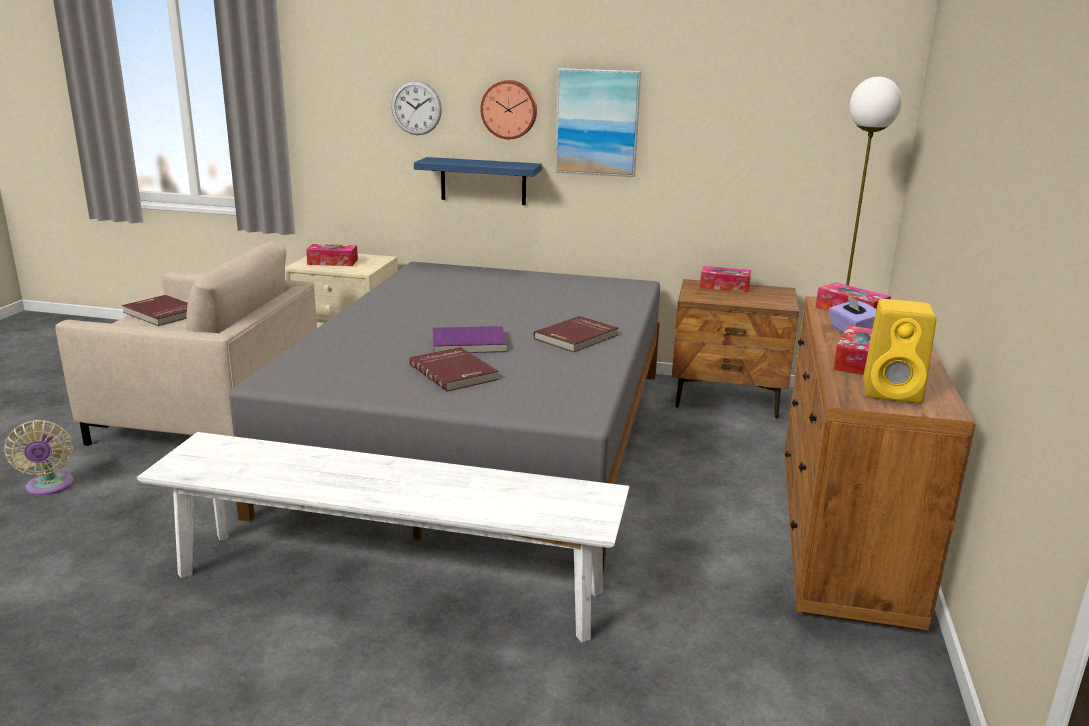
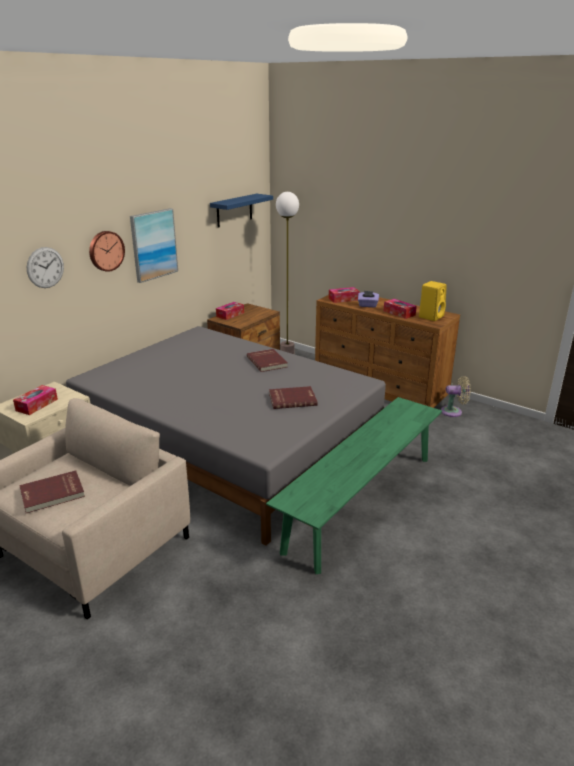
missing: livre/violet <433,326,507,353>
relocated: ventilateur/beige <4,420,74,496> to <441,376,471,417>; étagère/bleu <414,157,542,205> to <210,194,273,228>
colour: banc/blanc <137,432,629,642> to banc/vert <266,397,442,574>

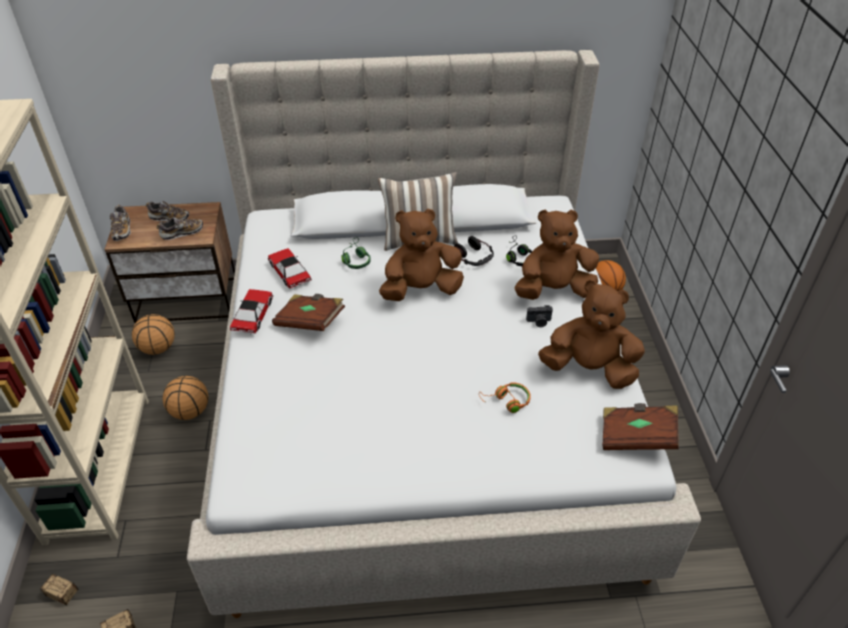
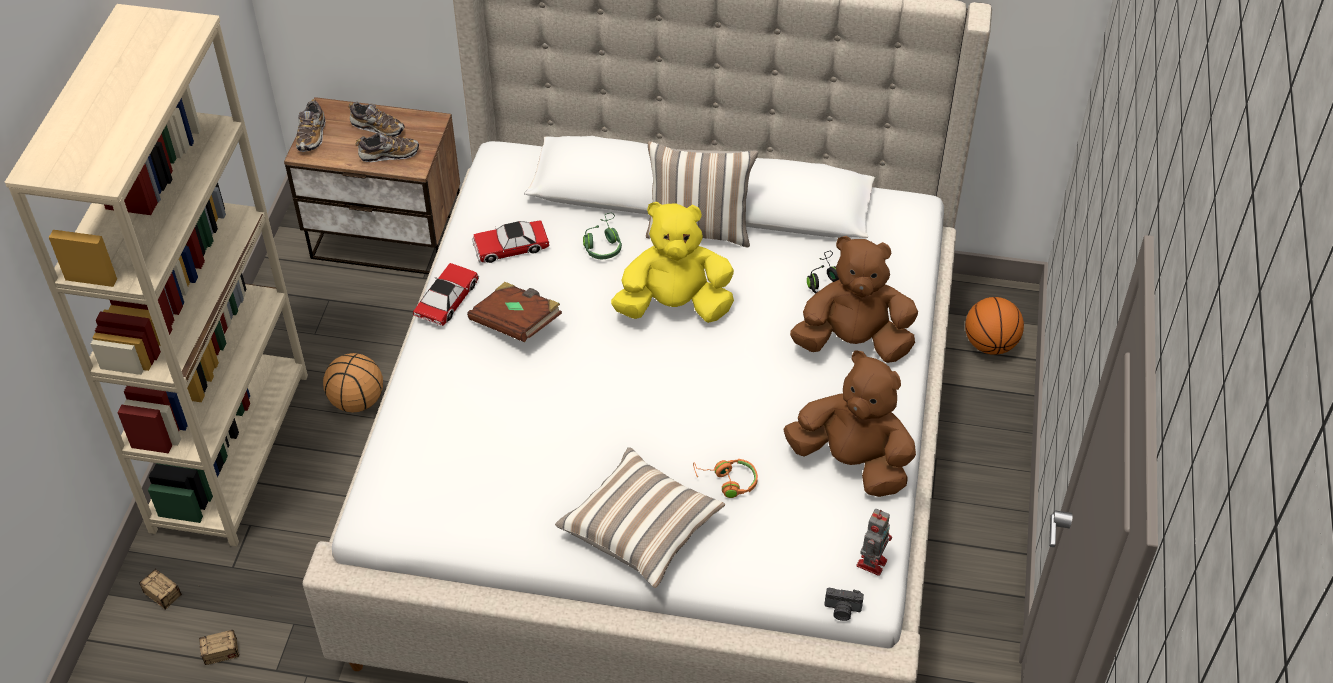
missing: ballon de basket <132,314,175,355>; casque audio <454,236,494,266>
appeared: coussin <555,447,725,588>
relocated: appareil photo <526,305,553,327> to <824,588,864,621>
exchanged: livre/marron <602,403,679,450> to robot jouet <857,509,892,576>
colour: peluche/marron <379,209,464,301> to peluche/jaune <611,202,734,323>
spun: petite voiture <268,248,312,289> = <472,220,550,263> 90 degrees counterclockwise

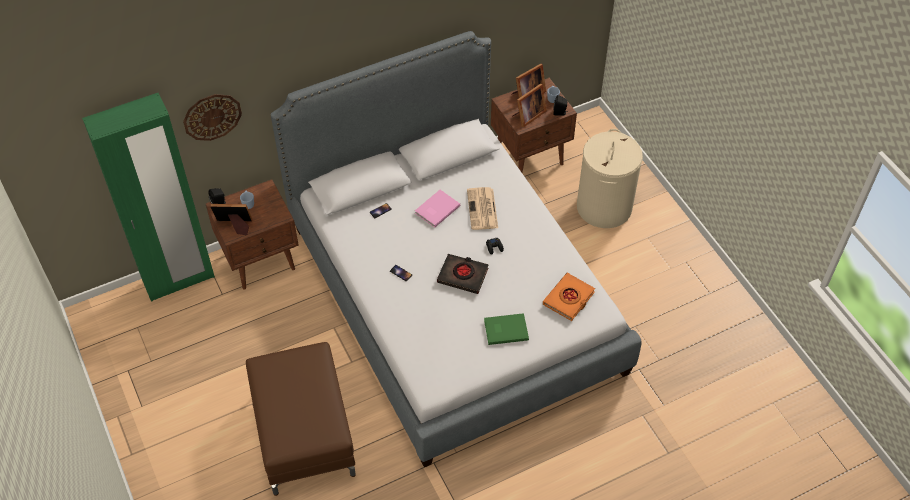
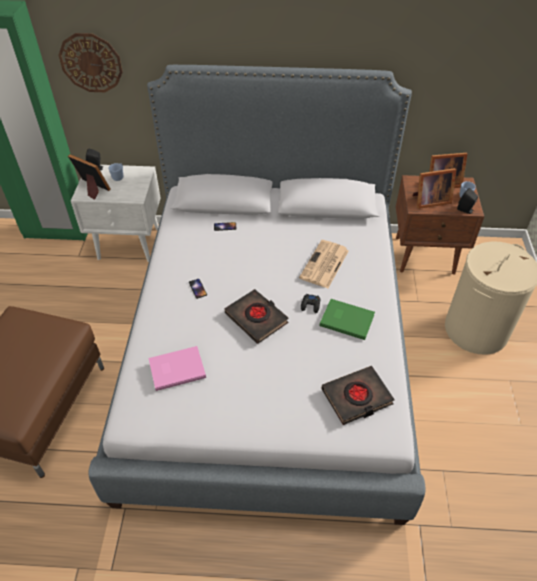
relocated: livre/rose <415,190,460,228> to <148,346,206,391>; livre/vert <484,313,529,345> to <320,299,375,340>
colour: table de chevet/marron <206,179,299,290> to table de chevet/blanc <71,165,161,262>; livre/orange <543,273,595,321> to livre/noir <321,366,395,425>

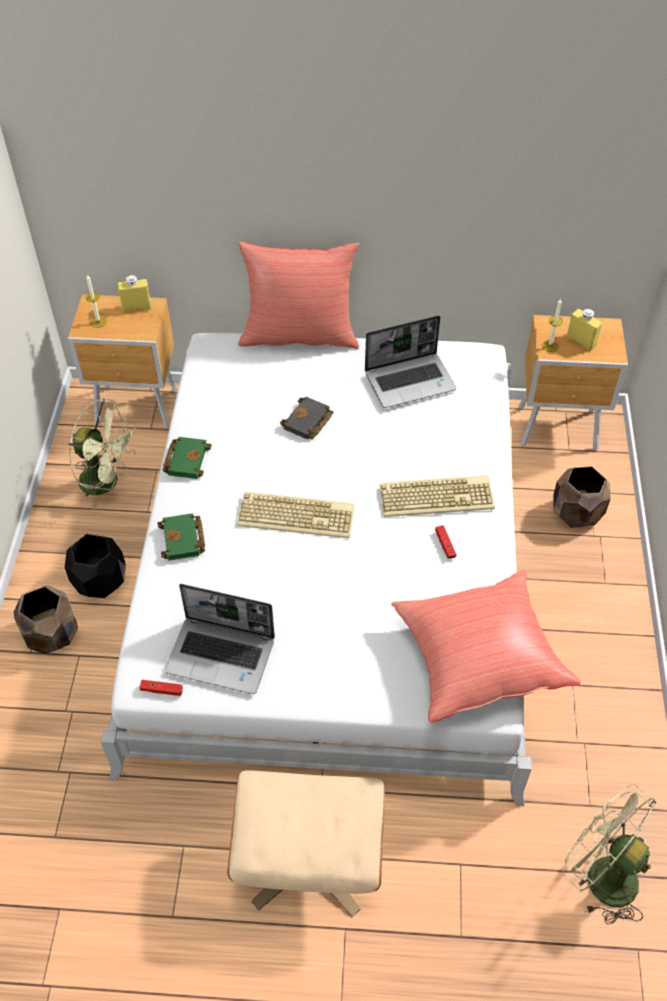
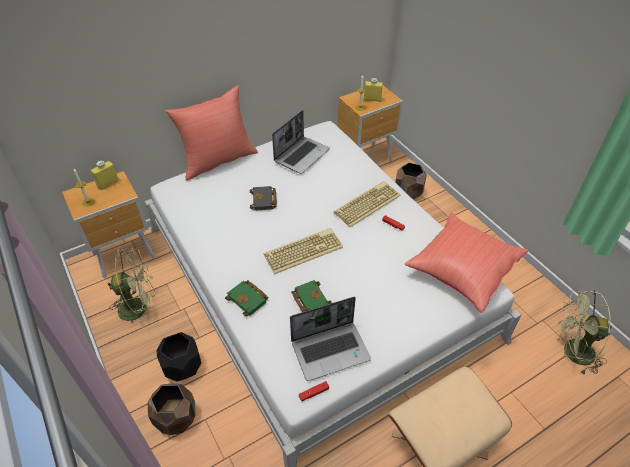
relocated: livre/vert <163,437,212,479> to <291,280,332,312>

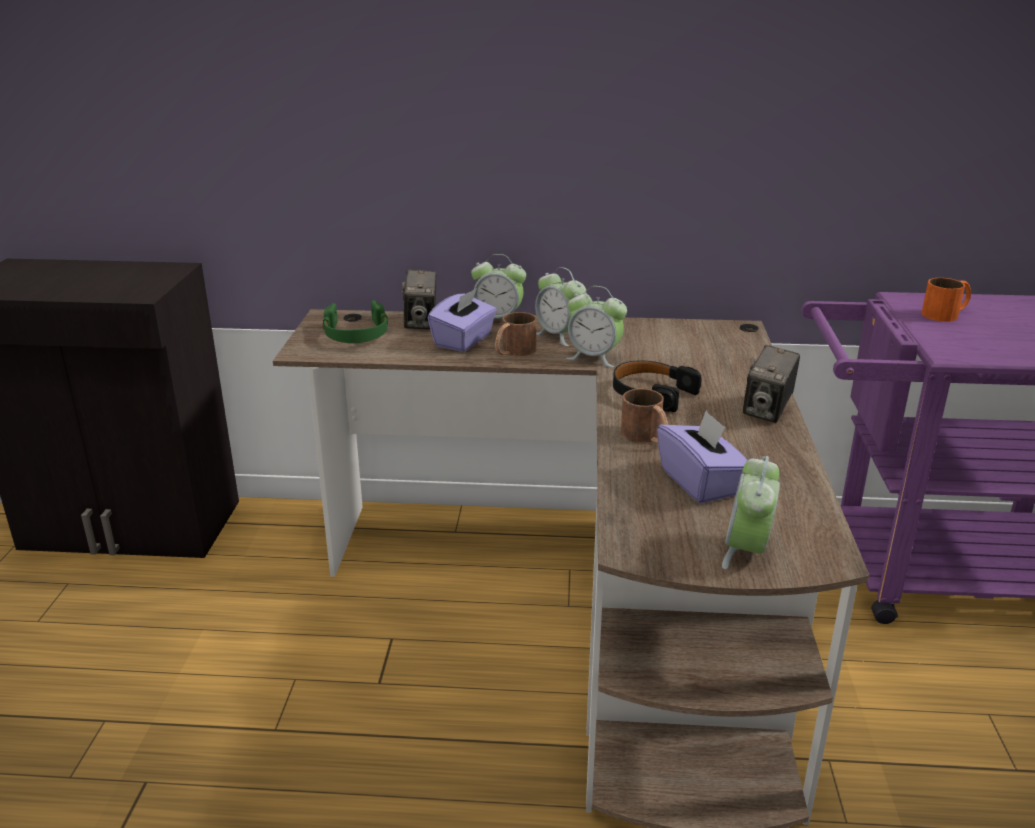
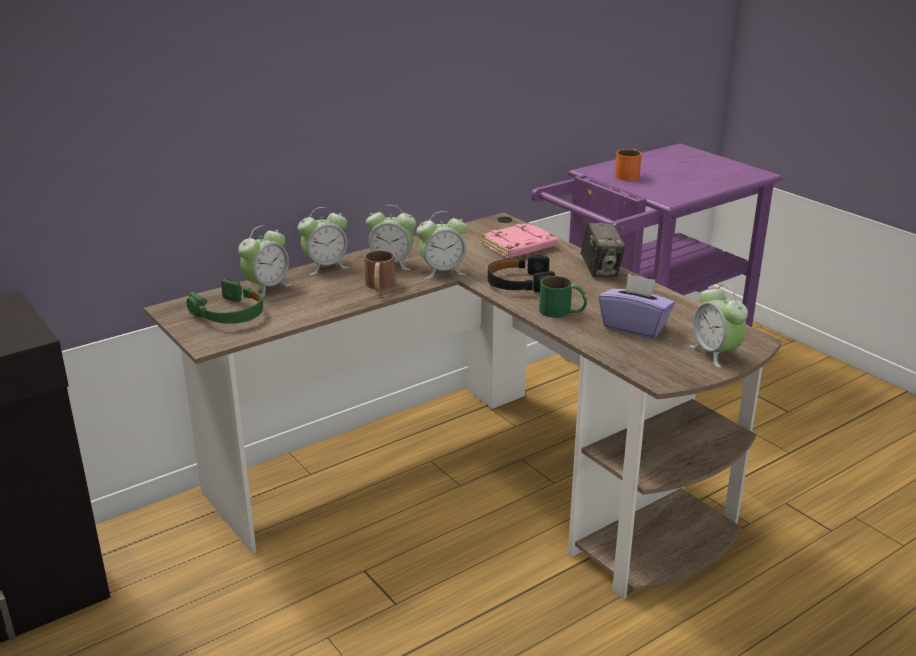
missing: boîte à mouchoirs/violet <428,288,497,352>
appeared: livre/rose <481,223,557,258>
exchanged: appareil photo <402,270,436,330> to réveil <238,226,292,297>
colour: mug/marron <621,389,668,443> to mug/vert <539,276,587,318>

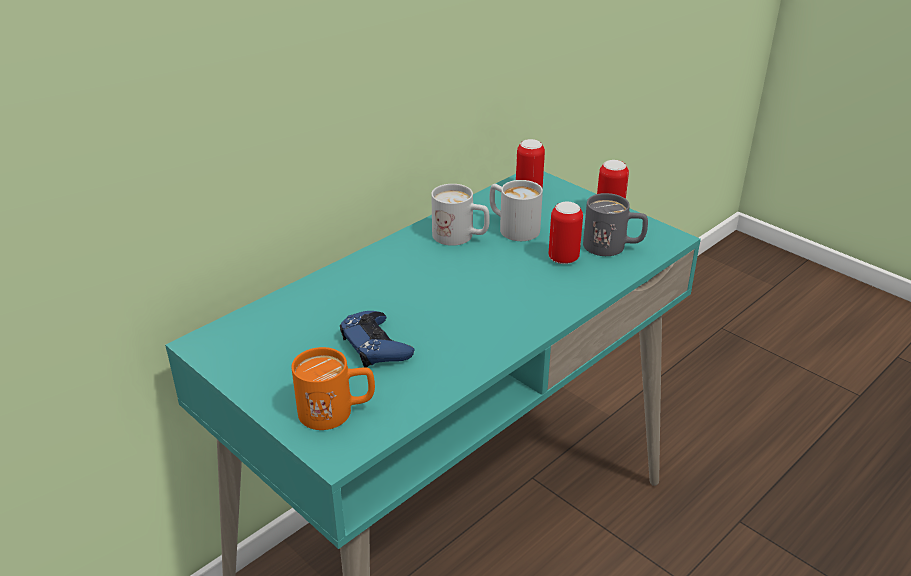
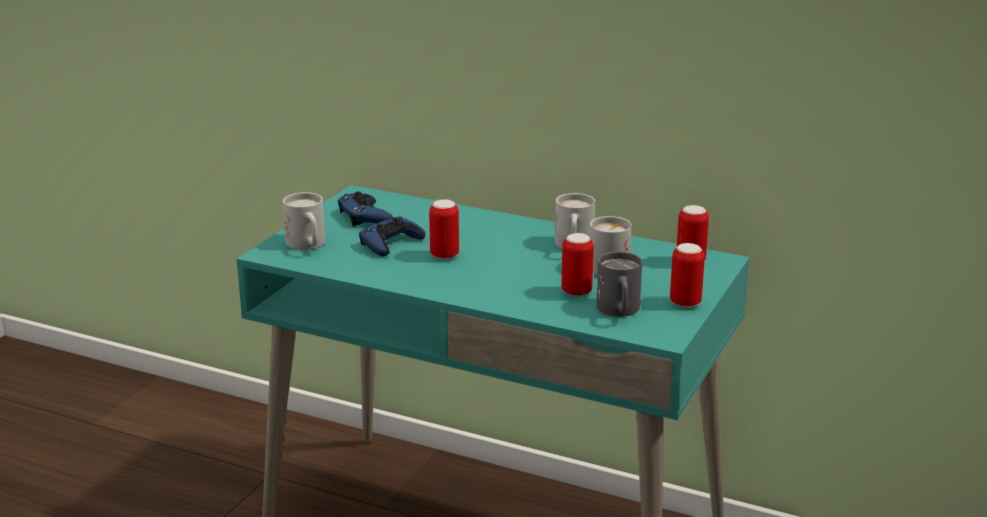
appeared: manette/bleu <338,191,393,227>; boîte métallique <429,199,459,260>
colour: mug/orange <291,347,375,430> to mug/blanc <283,192,325,250>

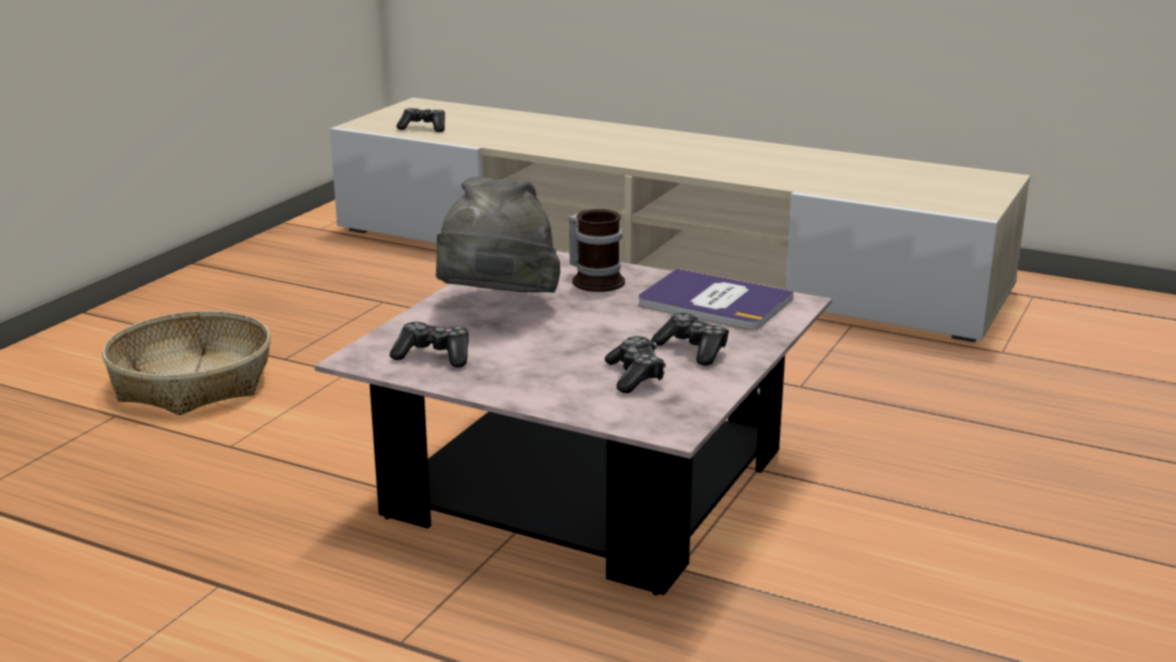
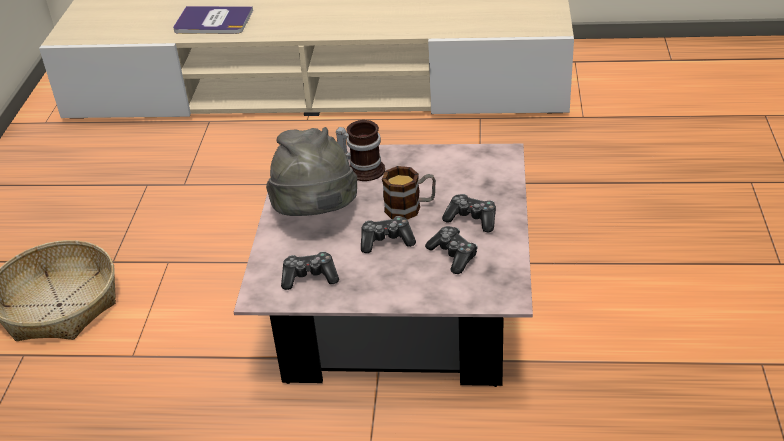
appeared: mug <382,166,436,220>
relocated: manette <397,108,445,132> to <361,216,416,253>; livre <639,269,794,329> to <173,6,253,34>

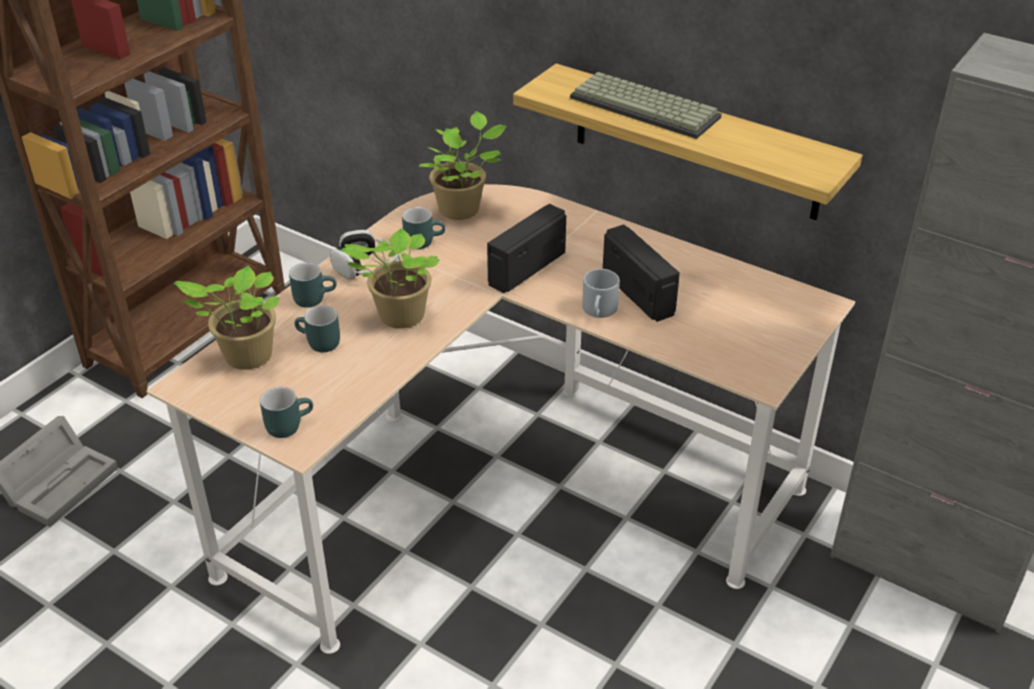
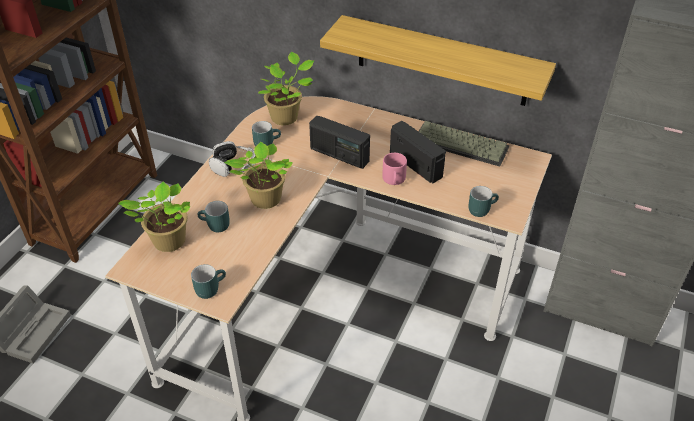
relocated: mug/turquoise <289,263,337,308> to <469,186,499,217>; clavier <570,72,722,139> to <418,121,509,167>
colour: mug/gris <582,269,620,318> to mug/rose <382,153,407,185>
spun: radio <487,204,566,293> = <309,116,370,169> 90 degrees counterclockwise

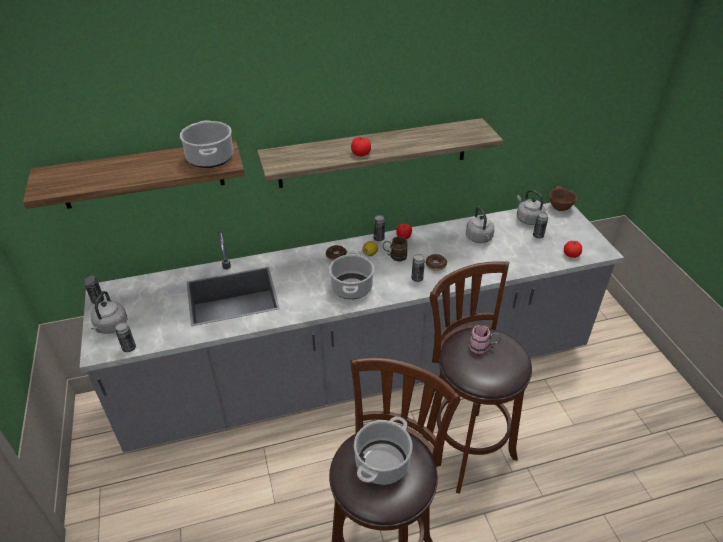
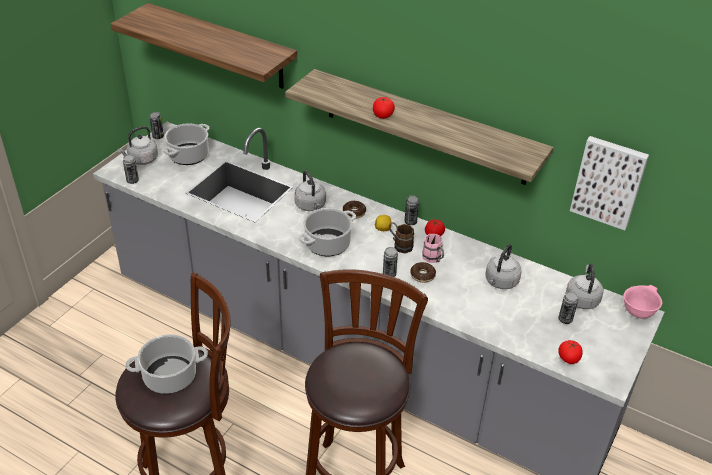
appeared: bouilloire/gris <294,170,326,211>; tableau <570,136,649,230>
relocated: marmite <180,120,233,168> to <163,124,209,165>; mug/rose <469,325,500,354> to <422,234,444,263>
colour: bol/marron <550,186,577,211> to bol/rose <623,285,662,319>

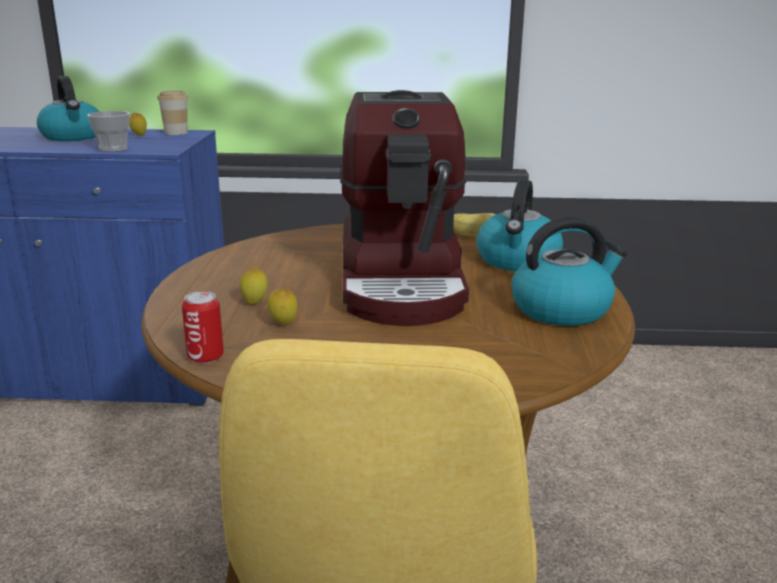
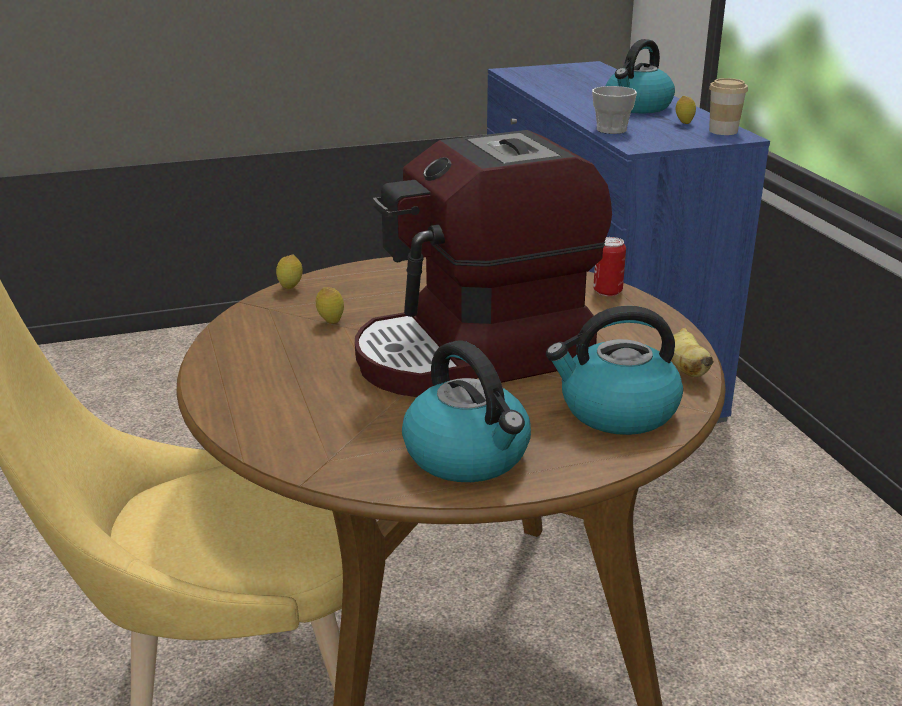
relocated: boîte métallique <182,291,224,364> to <593,237,626,296>; citron <240,266,268,304> to <276,254,303,289>

